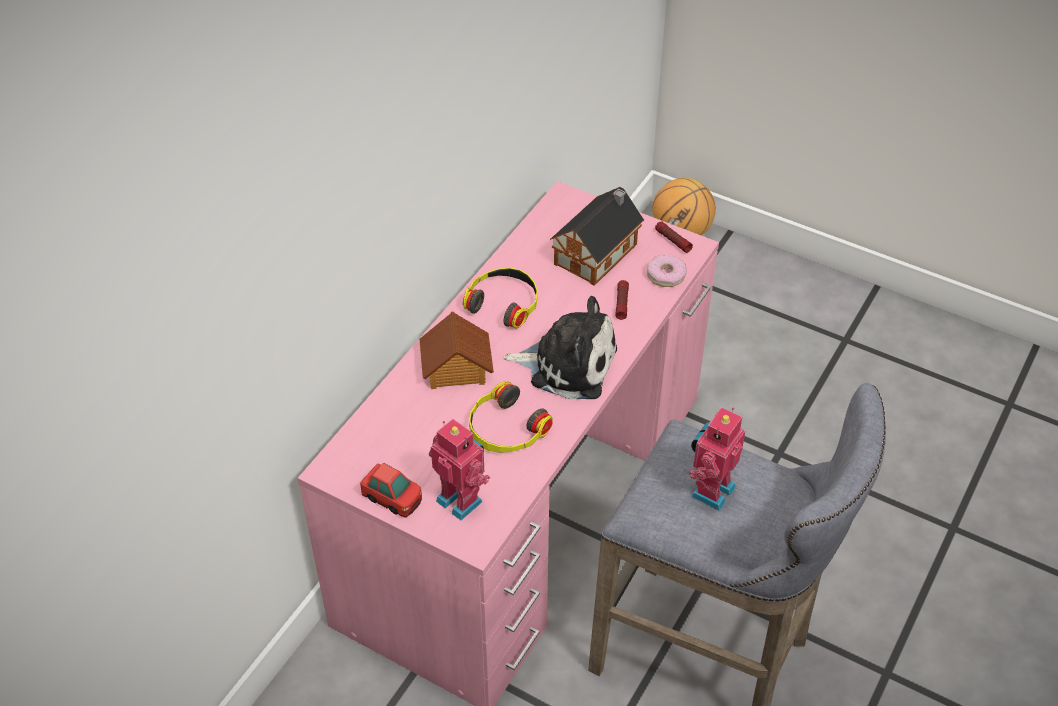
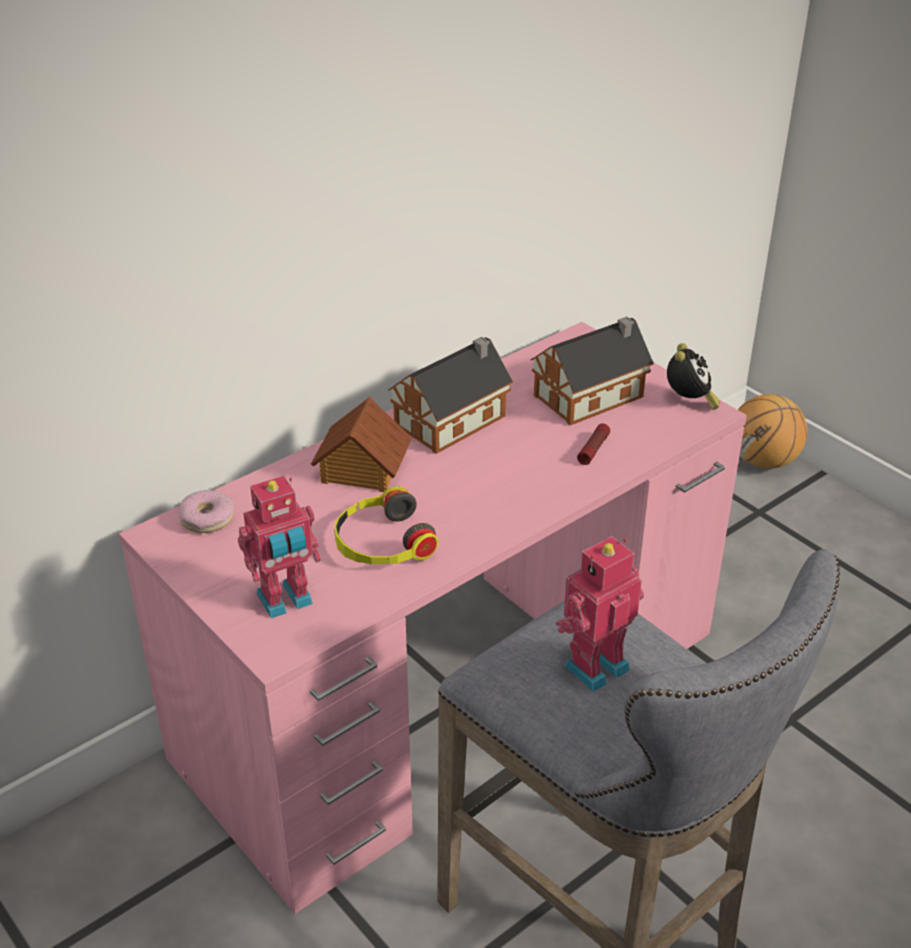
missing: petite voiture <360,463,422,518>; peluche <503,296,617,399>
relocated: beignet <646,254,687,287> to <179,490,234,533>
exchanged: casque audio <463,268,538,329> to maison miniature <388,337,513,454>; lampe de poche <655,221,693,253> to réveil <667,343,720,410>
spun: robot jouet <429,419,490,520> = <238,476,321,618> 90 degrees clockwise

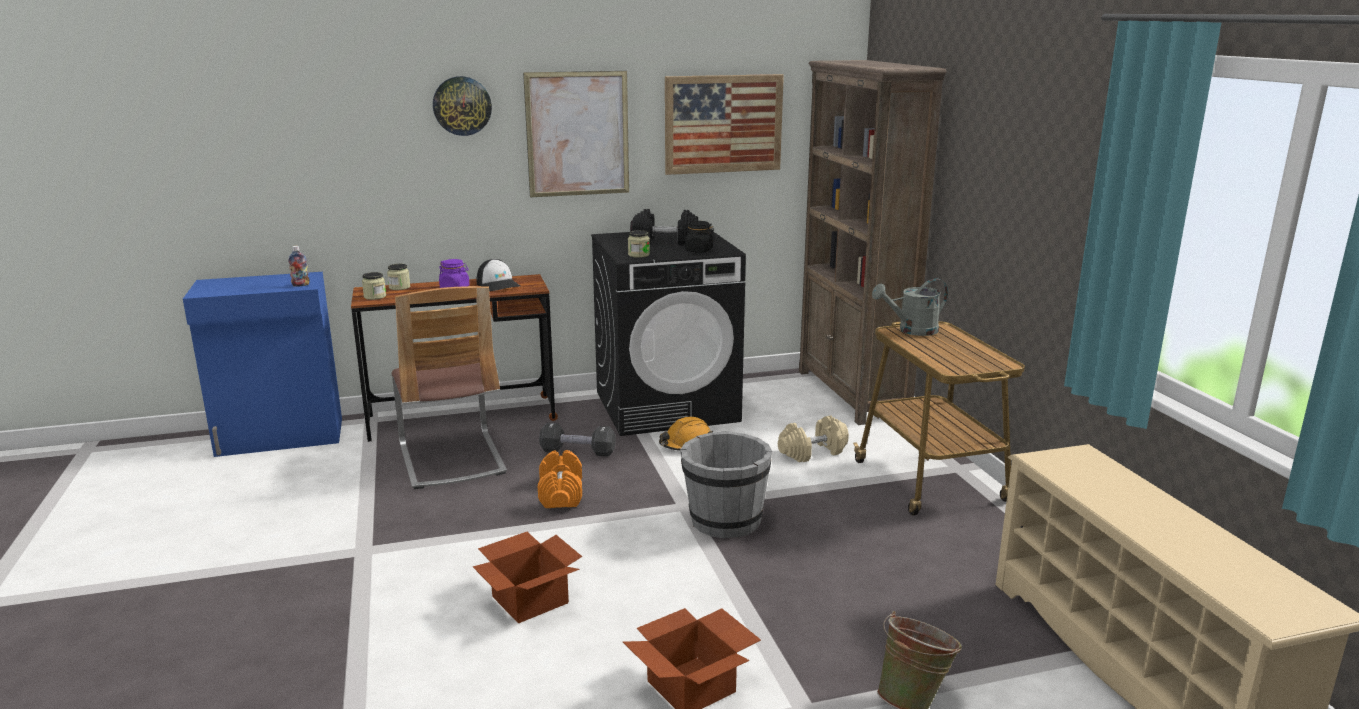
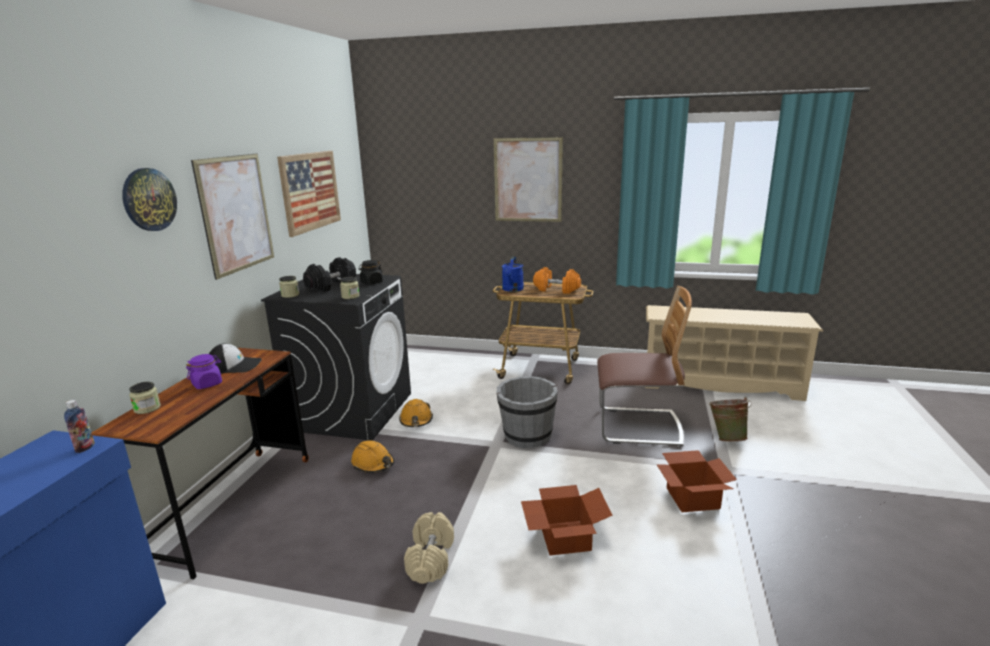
missing: bibliothèque/marron <799,60,946,425>
appeared: tableau <493,137,563,222>
relocated: bocal <362,272,386,300> to <279,276,299,298>; chaise <392,286,507,489> to <597,286,692,447>; haltère/orange <538,450,582,508> to <533,267,581,294>; haltère/beige <778,415,849,462> to <404,512,454,584>
exchanged: haltère/noir <539,422,616,457> to casque de chantier/orange <351,440,394,473>
colour: arrosoir/gris <872,278,948,336> to arrosoir/bleu <502,257,524,292>

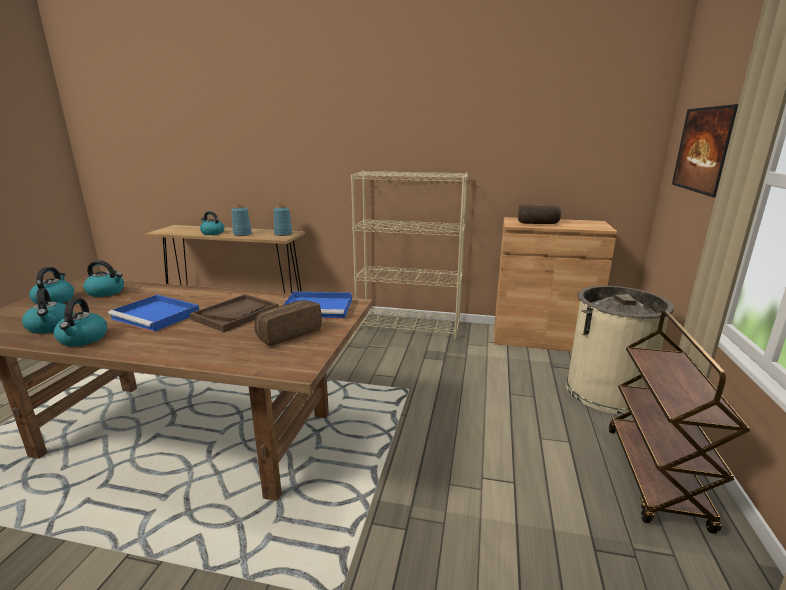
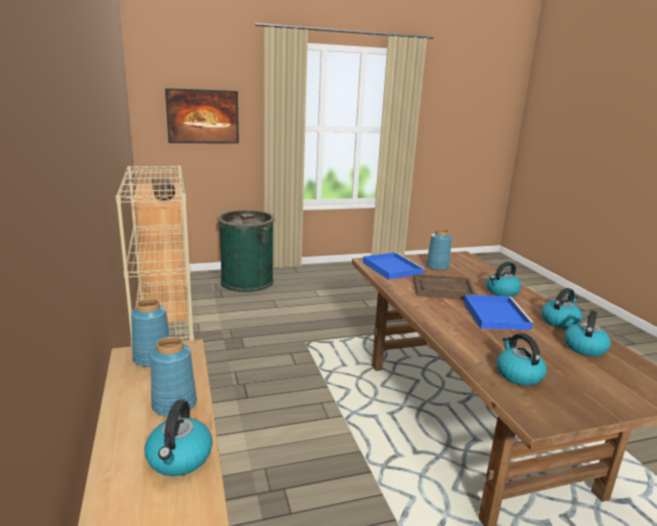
missing: chariot/marron <609,311,750,534>
relocated: bouilloire <29,267,74,304> to <486,262,521,297>
exchanged: pain <254,300,322,346> to vase/bleu <426,229,452,270>
colour: poubelle/beige <566,286,674,414> to poubelle/vert <217,210,275,292>

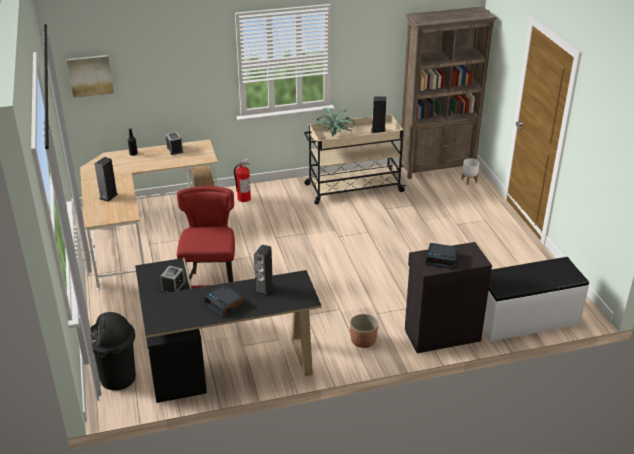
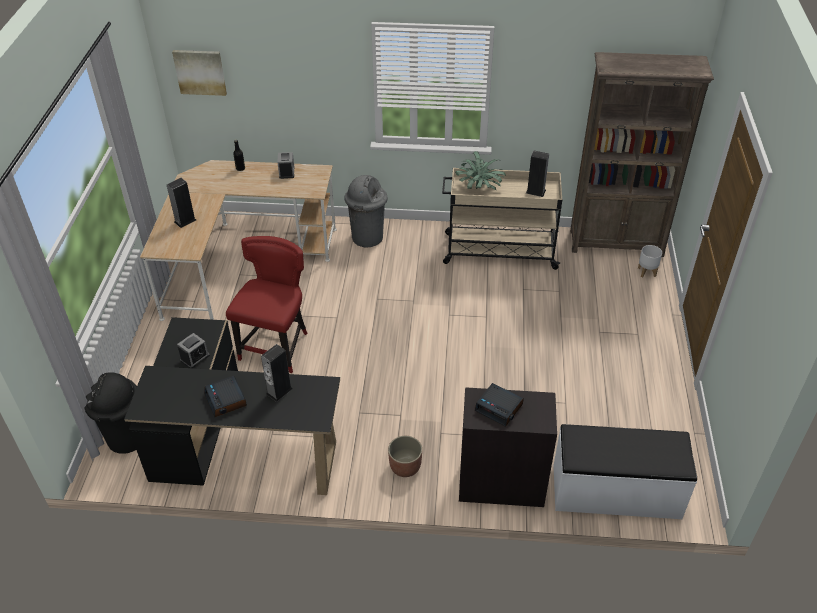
exchanged: extincteur <234,158,251,202> to poubelle/gris <344,175,388,247>

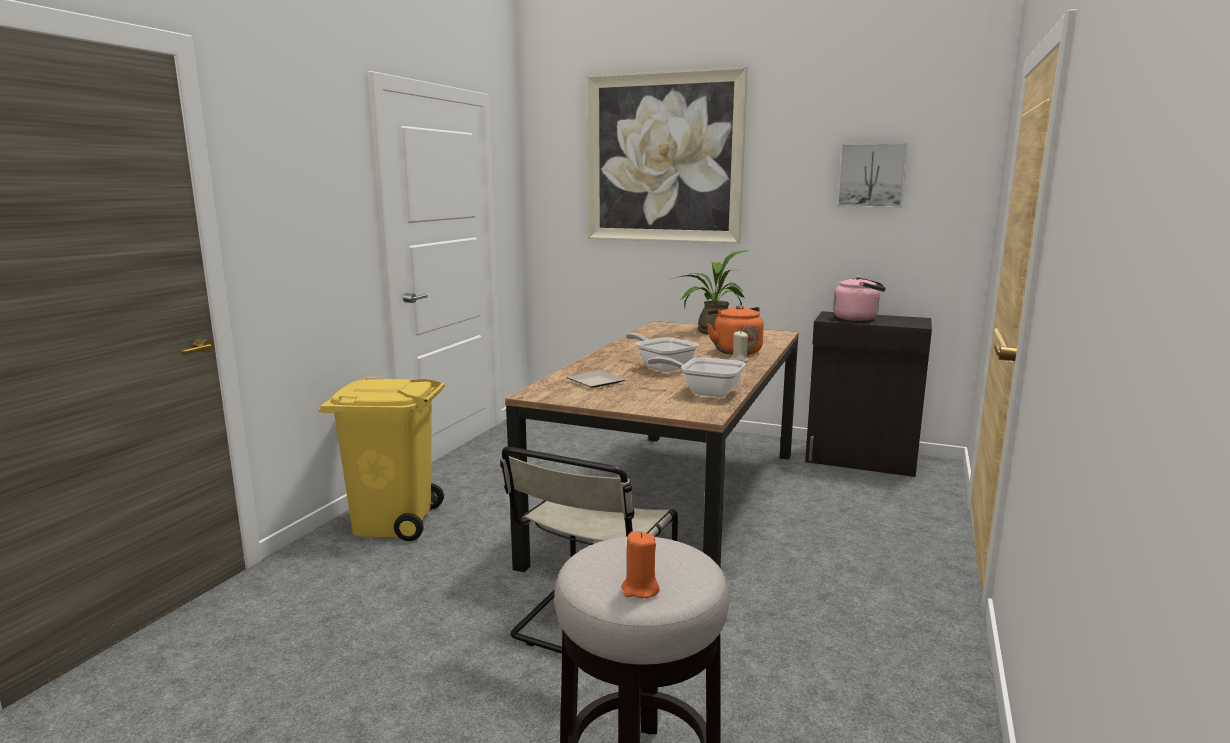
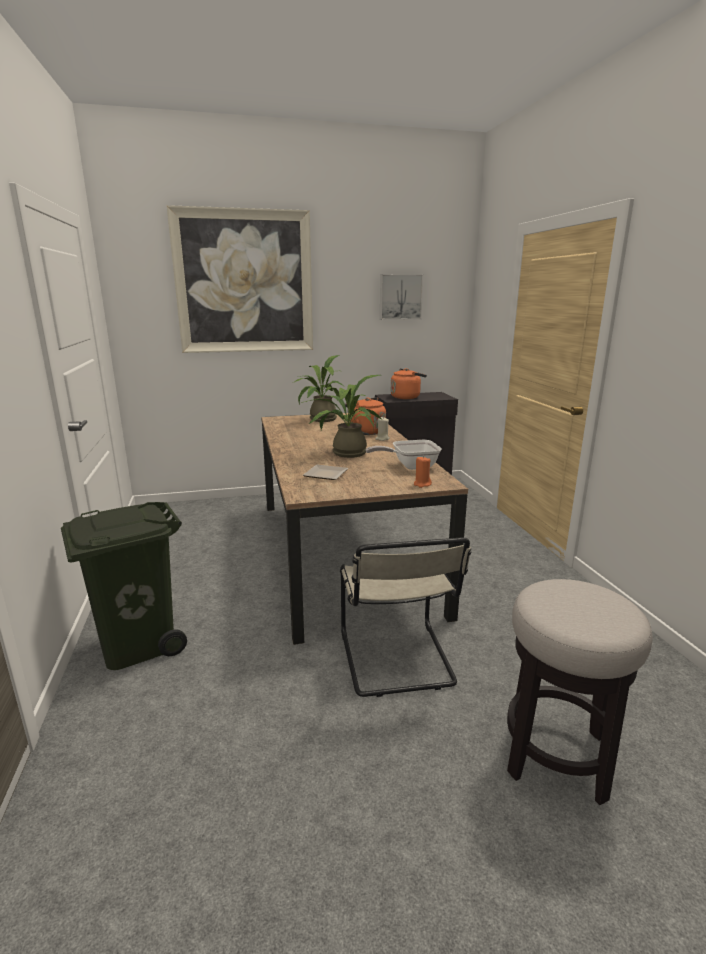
relocated: bougie/orange <621,531,659,598> to <414,456,432,488>
exchanged: poêle <626,333,698,372> to plante en pot <301,375,383,458>
colour: poubelle/jaune <319,377,445,541> to poubelle/vert <61,502,187,670>; bouilloire/rose <833,276,886,321> to bouilloire/orange <391,368,427,399>

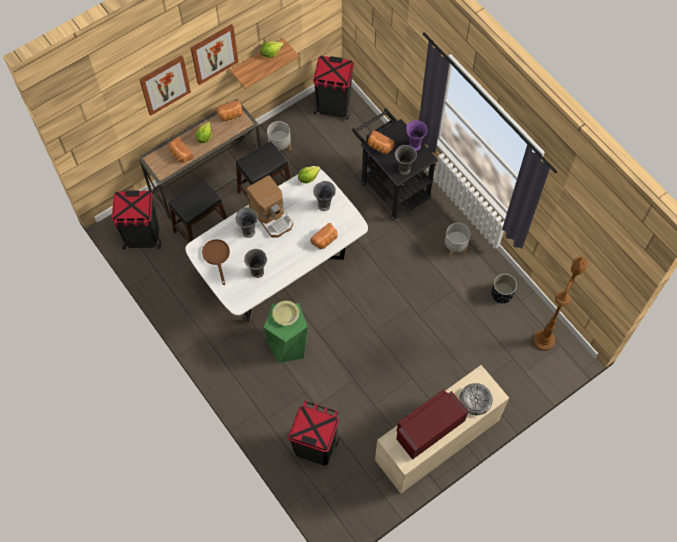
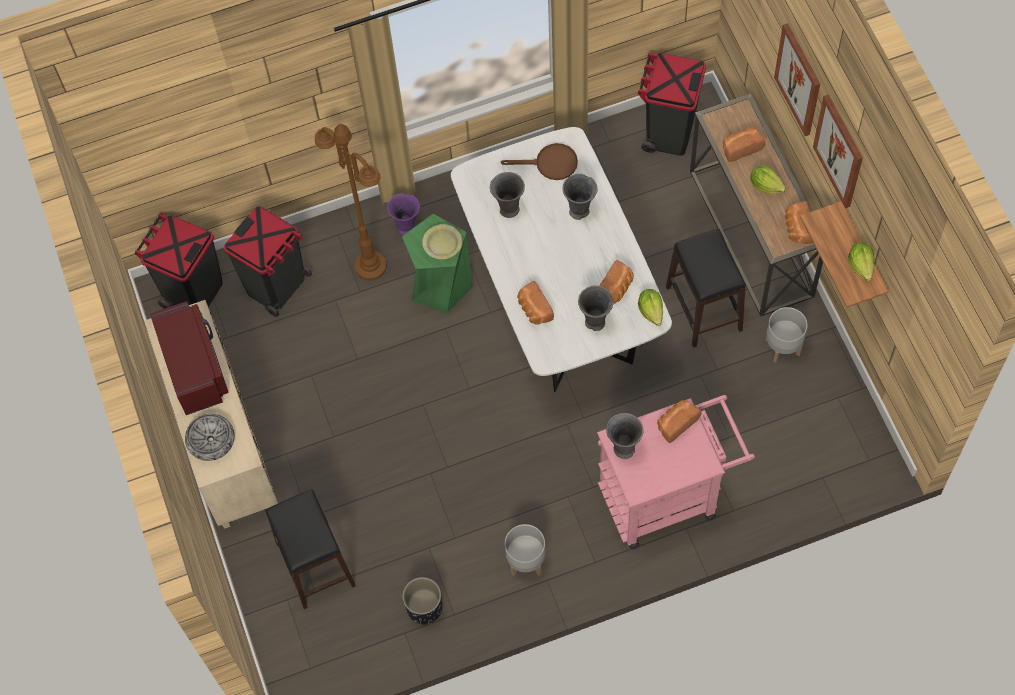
missing: machine à café <247,175,293,238>
appeared: pain <600,260,634,304>
relocated: tabouret/noir <168,179,227,243> to <265,489,356,609>; poubelle/noir <313,56,354,120> to <135,213,223,309>; vase/violet <406,120,427,151> to <387,193,420,235>; lampadaire/marron <533,256,588,351> to <315,124,387,281>
colour: chariot/noir <352,108,438,221> to chariot/rose <597,395,755,549>

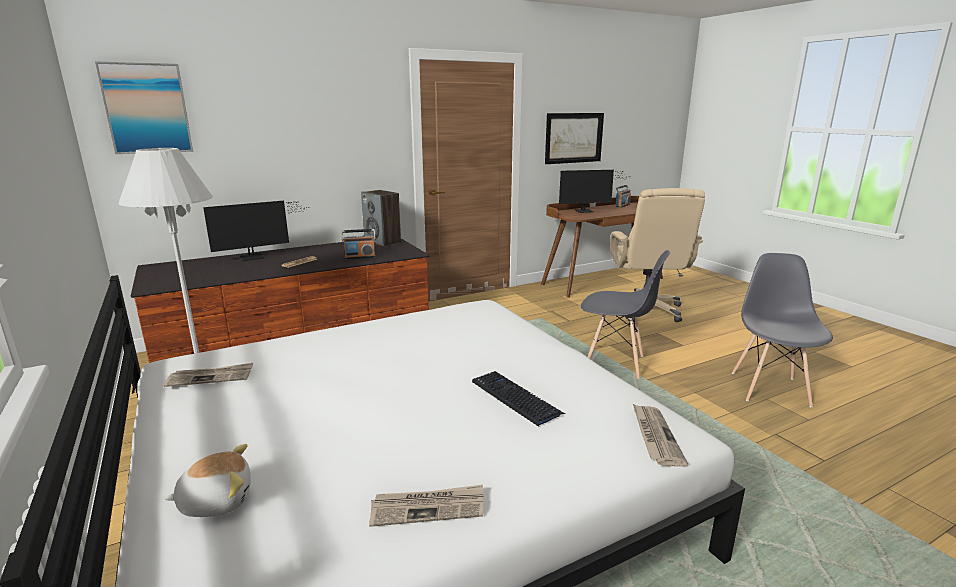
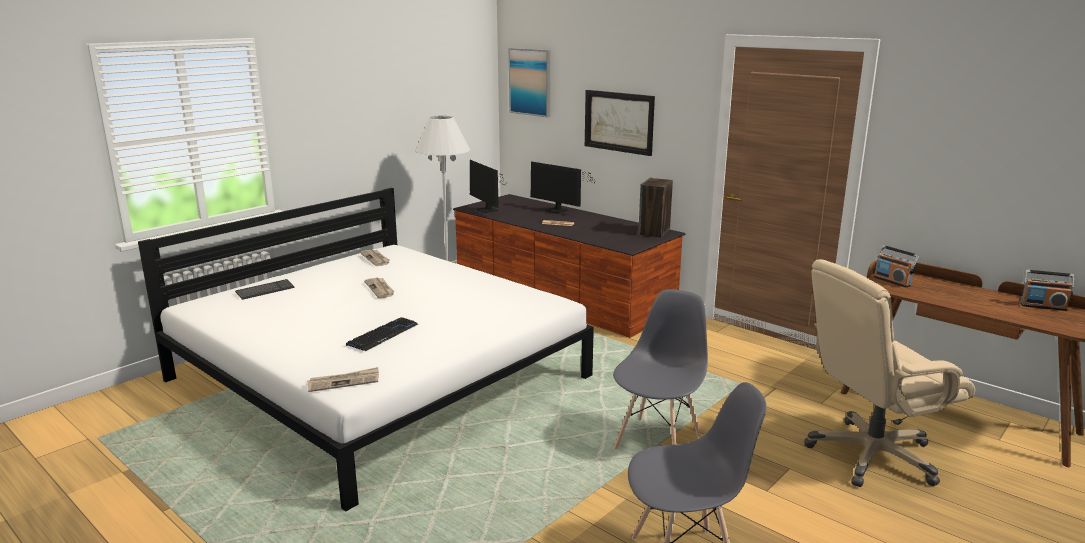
relocated: radio <341,229,376,259> to <874,245,919,287>; journal <369,484,484,527> to <364,278,395,298>; tableau <545,113,604,164> to <585,90,655,156>; écran d'ordinateur <559,170,630,213> to <470,160,506,213>
exchanged: peluche <164,444,251,517> to clavier <235,279,294,300>
spun: chaise/gris <581,250,670,379> = <613,289,708,449> 150 degrees counterclockwise

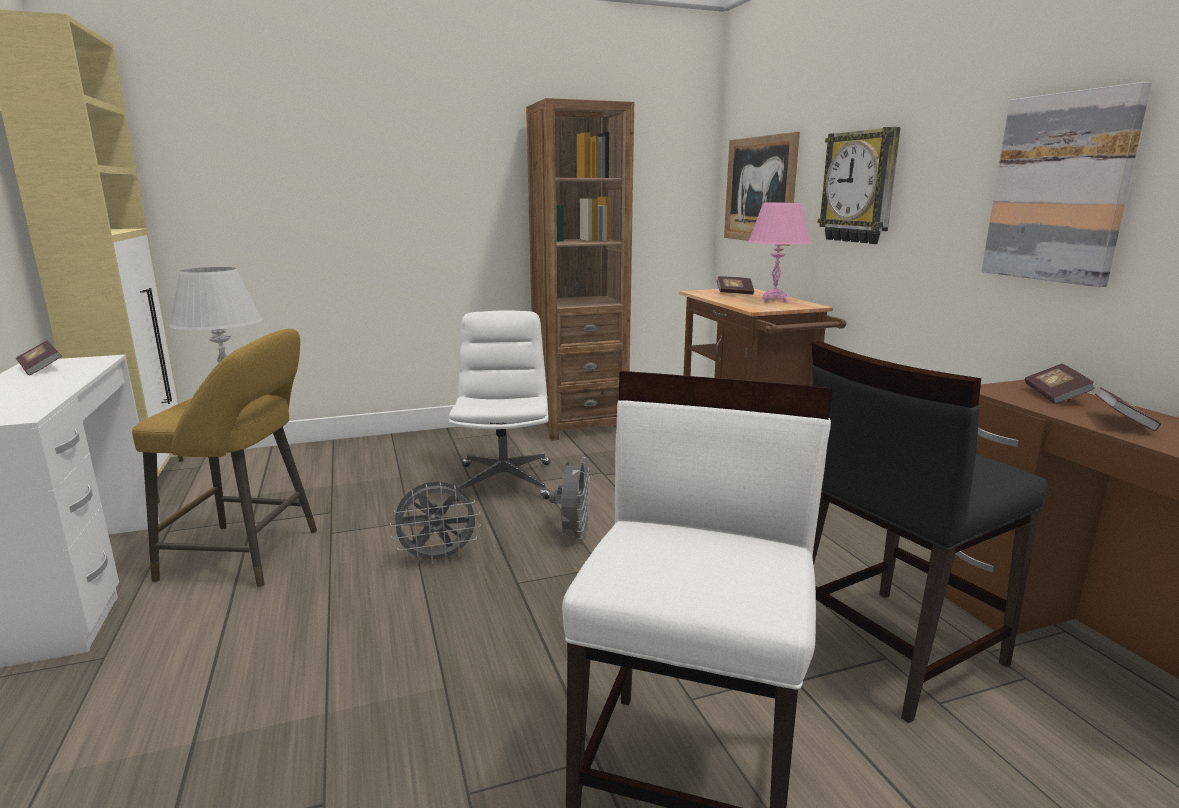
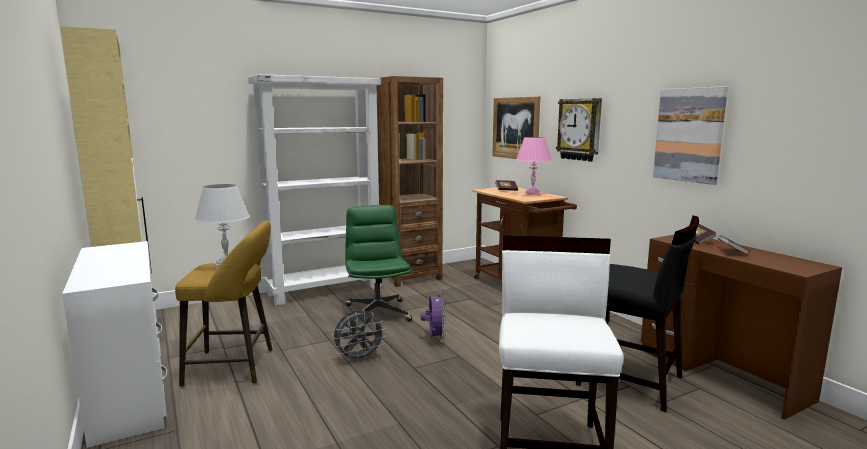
missing: livre <16,340,62,375>
appeared: bibliothèque/blanc <248,74,381,306>
colour: chaise de bureau/blanc <449,311,551,501> to chaise de bureau/vert <345,205,412,325>; ventilateur/gris <549,457,590,539> to ventilateur/violet <421,291,446,341>
spun: chaise/noir <811,341,1048,723> = <576,216,699,412> 105 degrees counterclockwise

